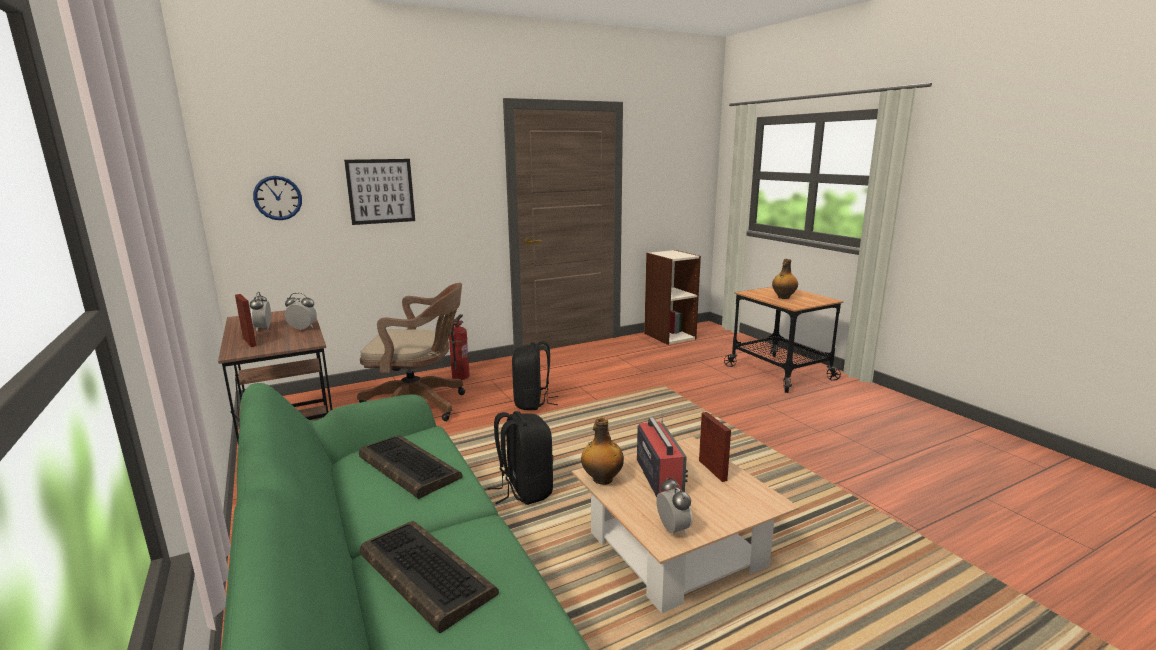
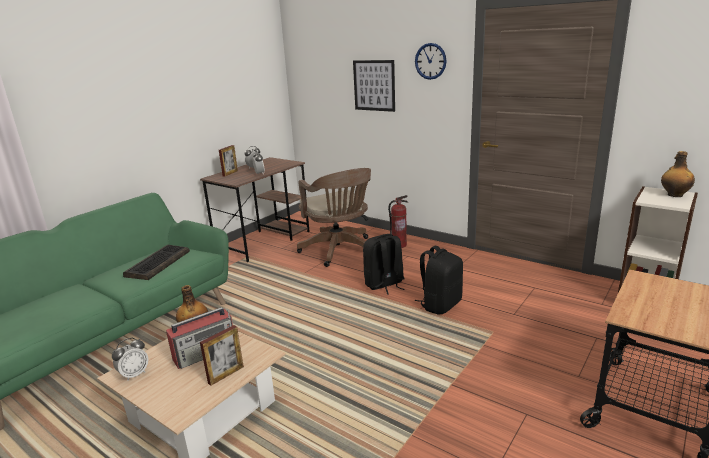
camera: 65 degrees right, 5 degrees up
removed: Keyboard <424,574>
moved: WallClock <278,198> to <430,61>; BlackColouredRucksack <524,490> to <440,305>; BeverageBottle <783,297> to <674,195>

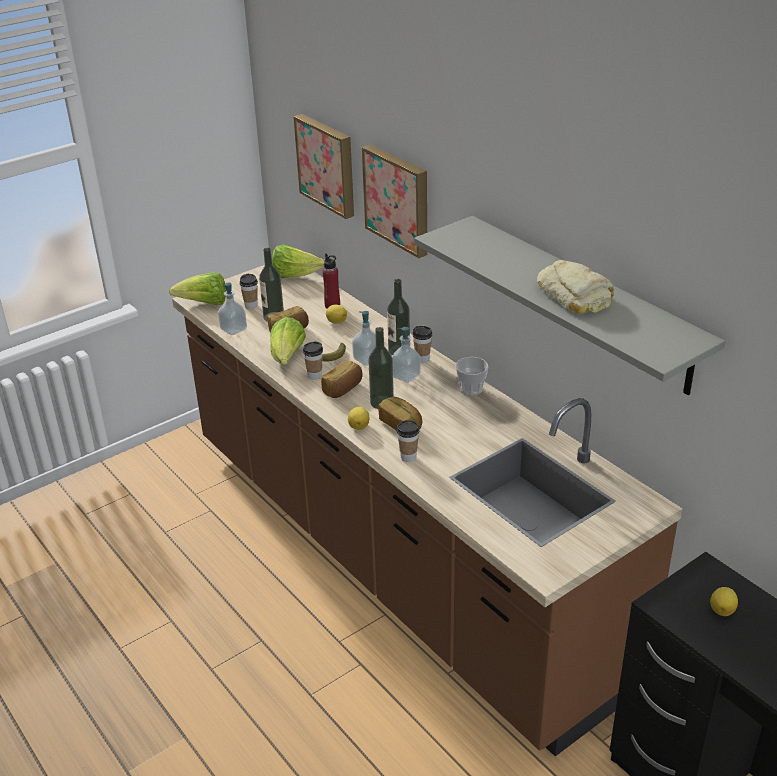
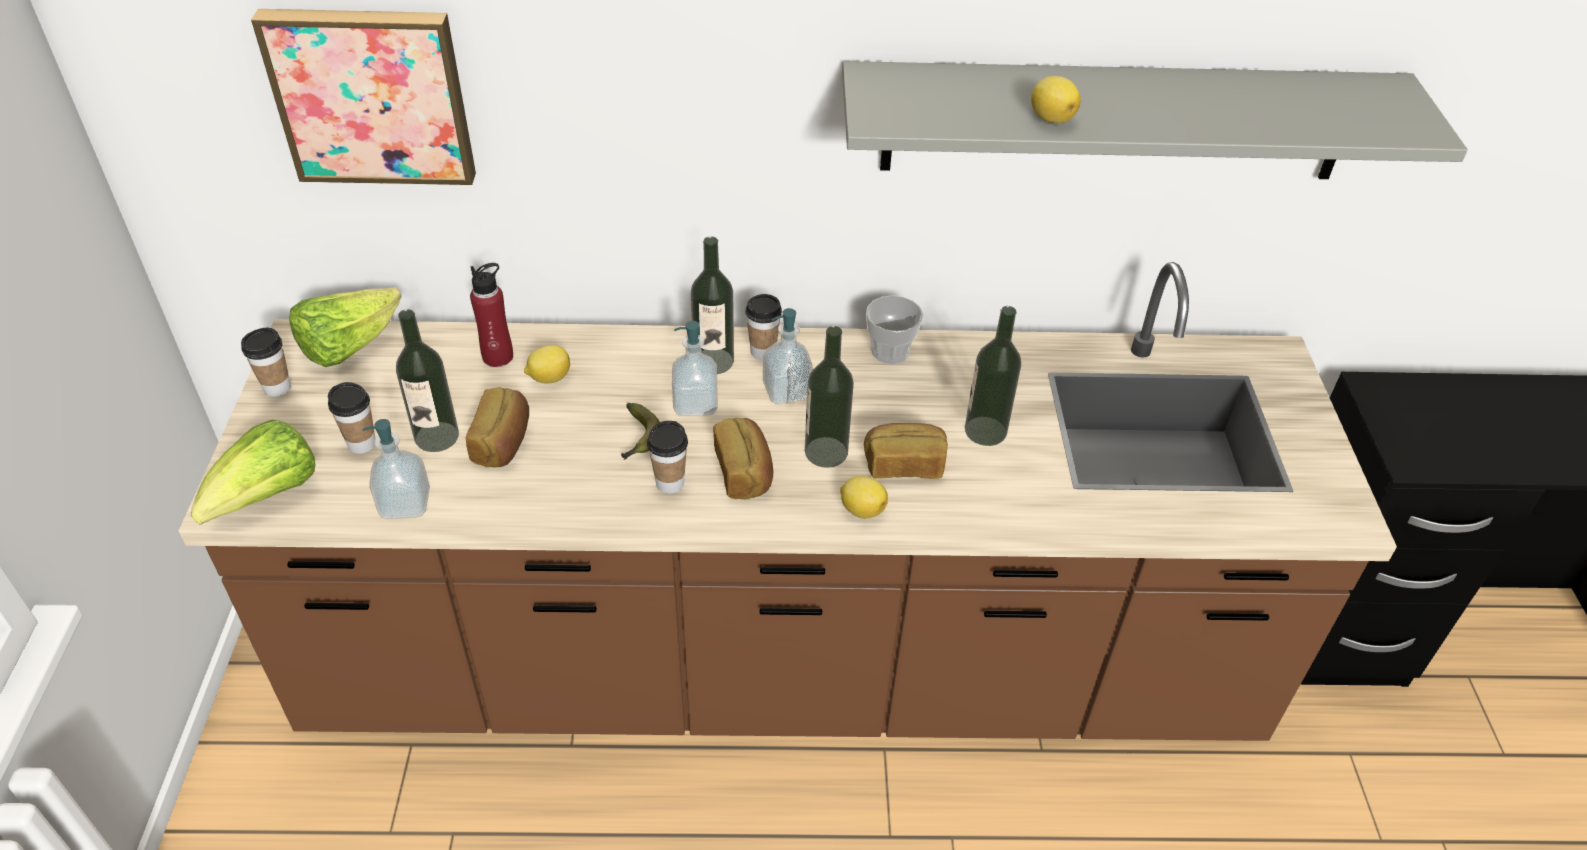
camera: 55 degrees left, 10 degrees up
removed: LettuceHead <287,357>; Picture <398,199>; Bread <575,295>
added: BeverageBottle <985,431>
moved: SmallCup <408,457> to <277,388>; CitrusFruit <722,610> to <1050,118>

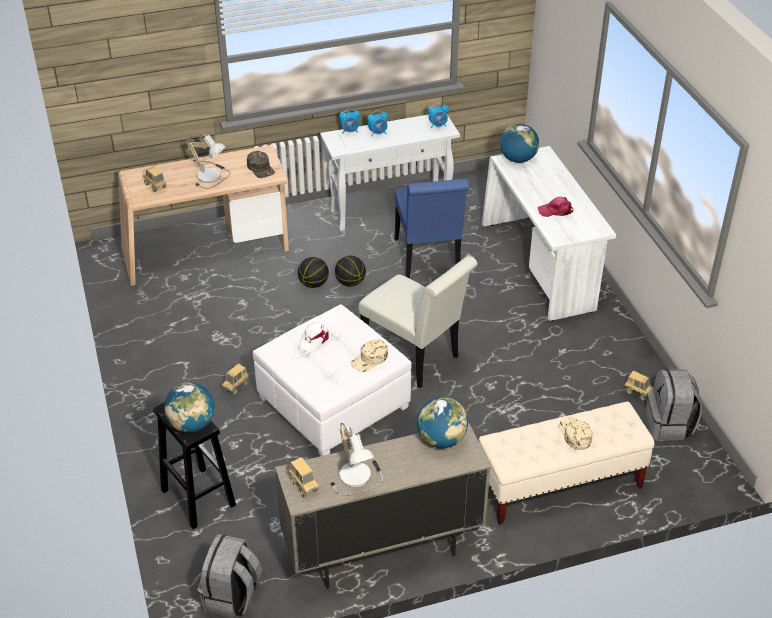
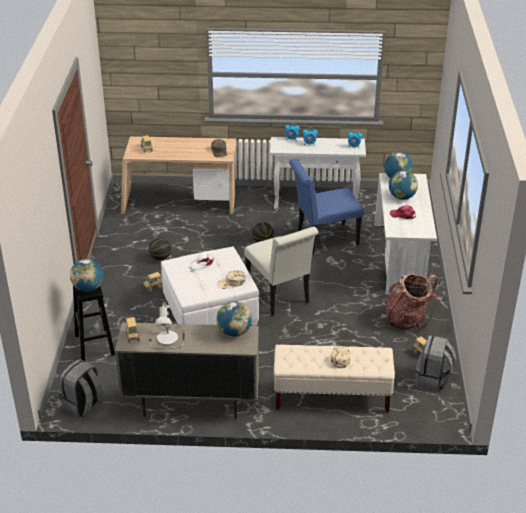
camera: 20 degrees right, 5 degrees down
removed: TableLamp <211,175>
added: Rucksack <407,319>; WorldGlobe <402,197>
moved: BallForBasketball <313,284> to <160,258>
turned: BluePlainChair <428,261> = <323,240> 60 degrees clockwise

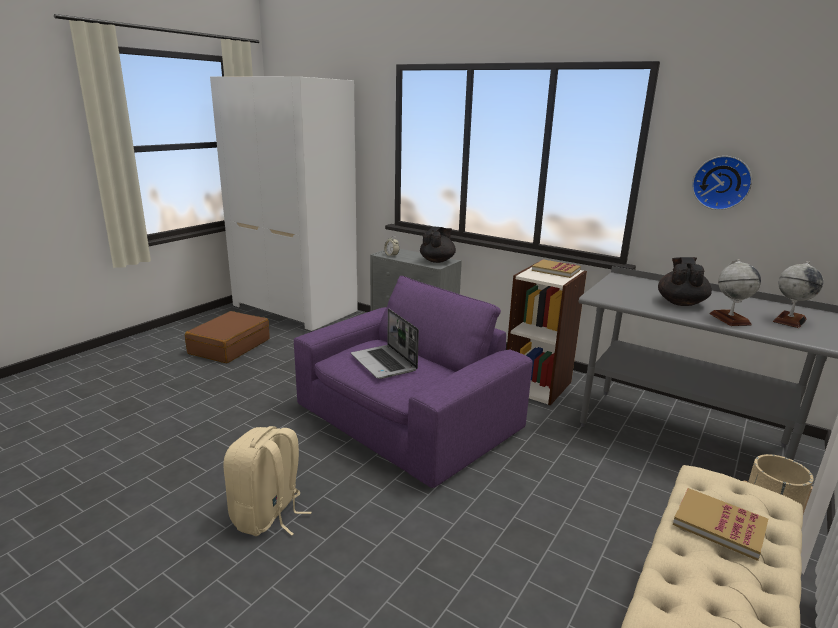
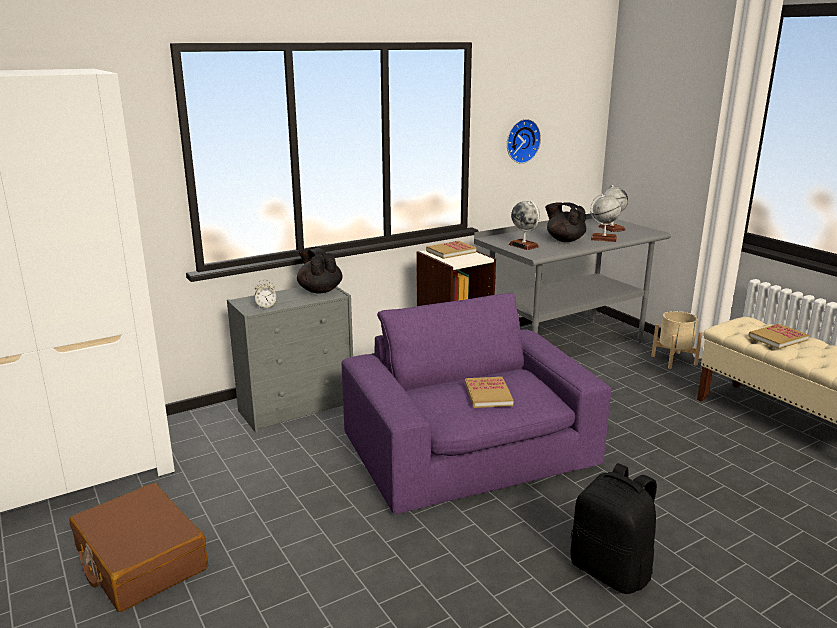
camera: 65 degrees left, 0 degrees up
added: WorldGlobe <524,245>
replaced: PortableComputer <384,363> to Book <488,394>
recoloured: BeigeRucksack <268,515> to BlackColouredRucksack <611,571>

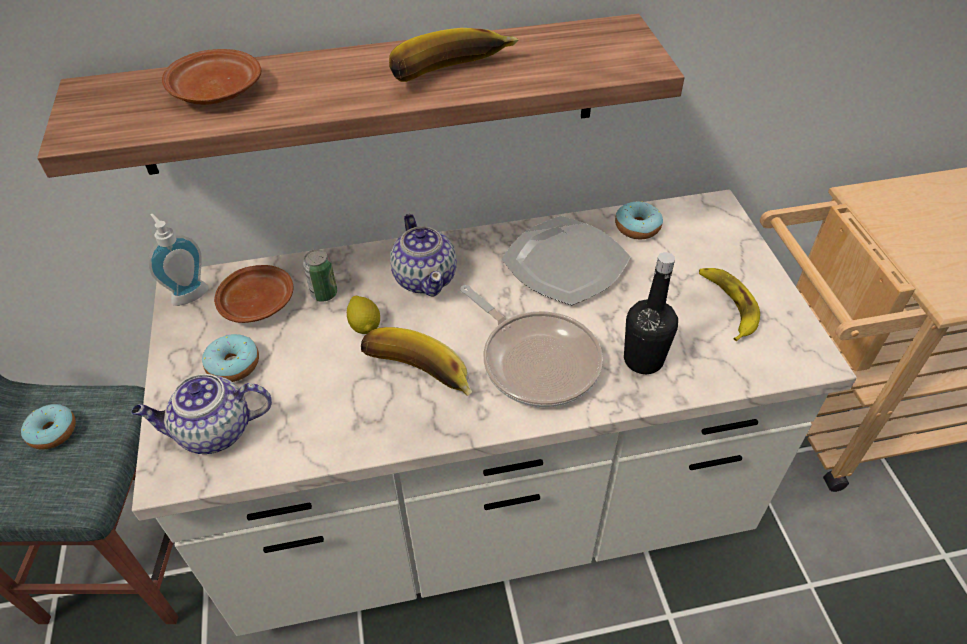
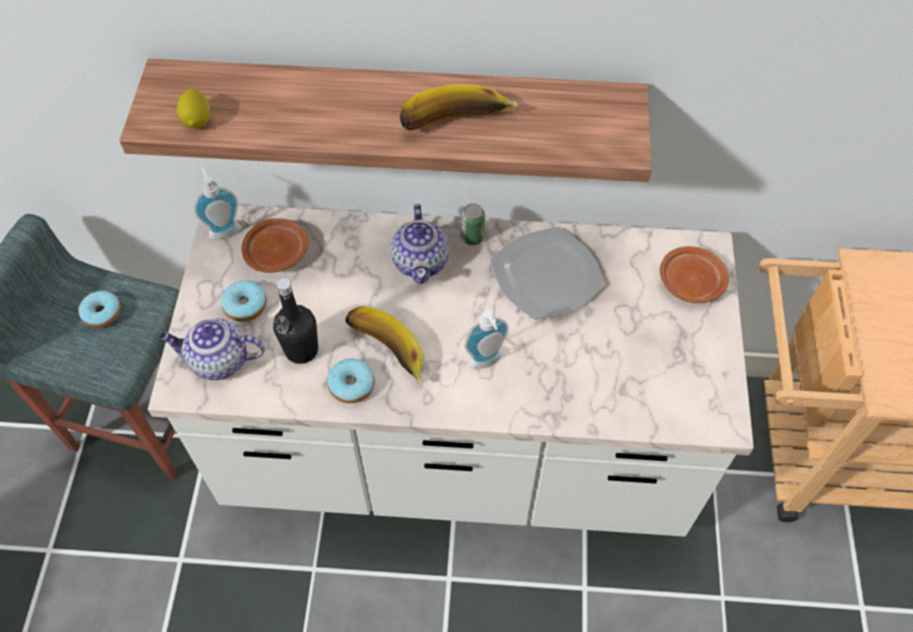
camera: 15 degrees right, 10 degrees up
removed: Banana <727,305>
moved: BrownishDinnerPlate <215,91> to <690,281>; Can <324,294> to <472,237>; CitrusFruit <365,325> to <197,120>; RingDoughnut <637,227> to <352,385>; BlackColouredBeverageBottle <643,360> to <301,350>
replaced: Skillet <536,360> to LiquidSoapBottle <487,363>

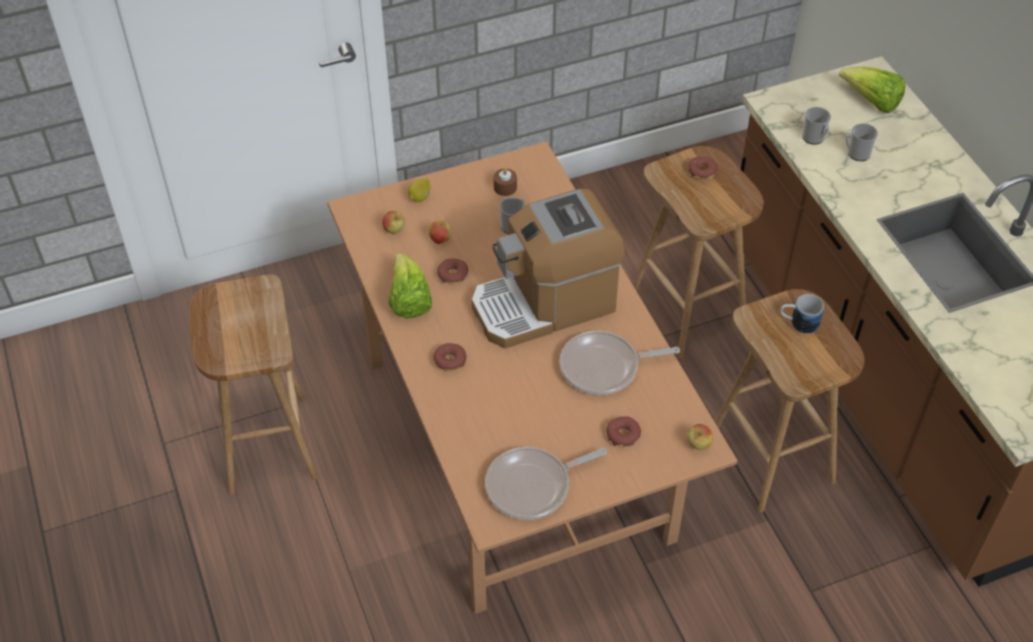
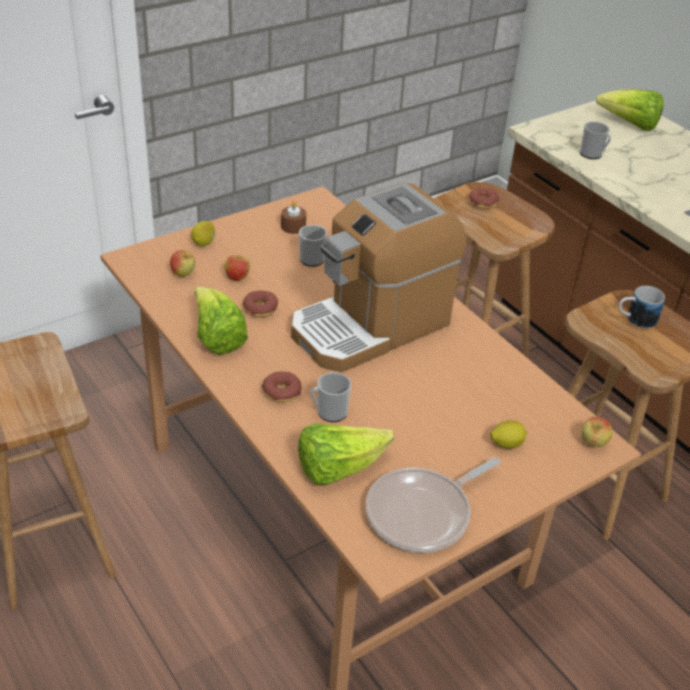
camera: 15 degrees left, 10 degrees down
removed: Skillet <604,367>
added: LettuceHead <338,468>
moved: CoffeeMug <856,153> to <329,412>
replaced: RingDoughnut <623,435> to CitrusFruit <506,444>

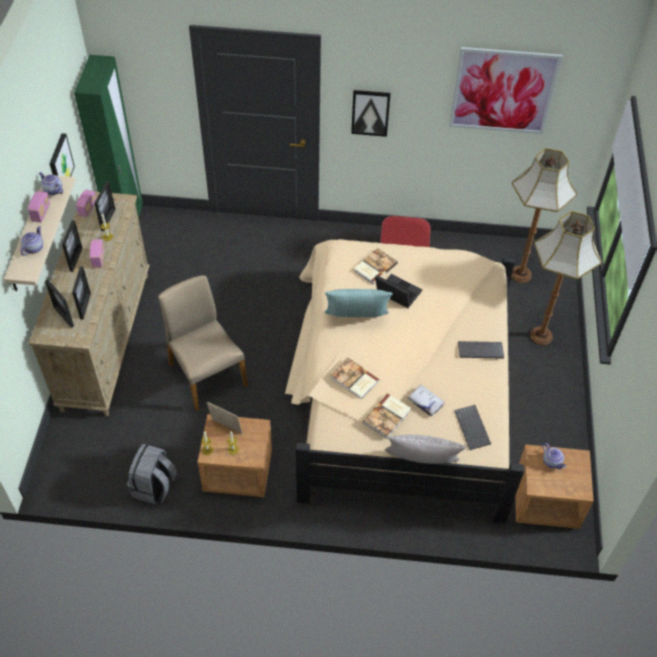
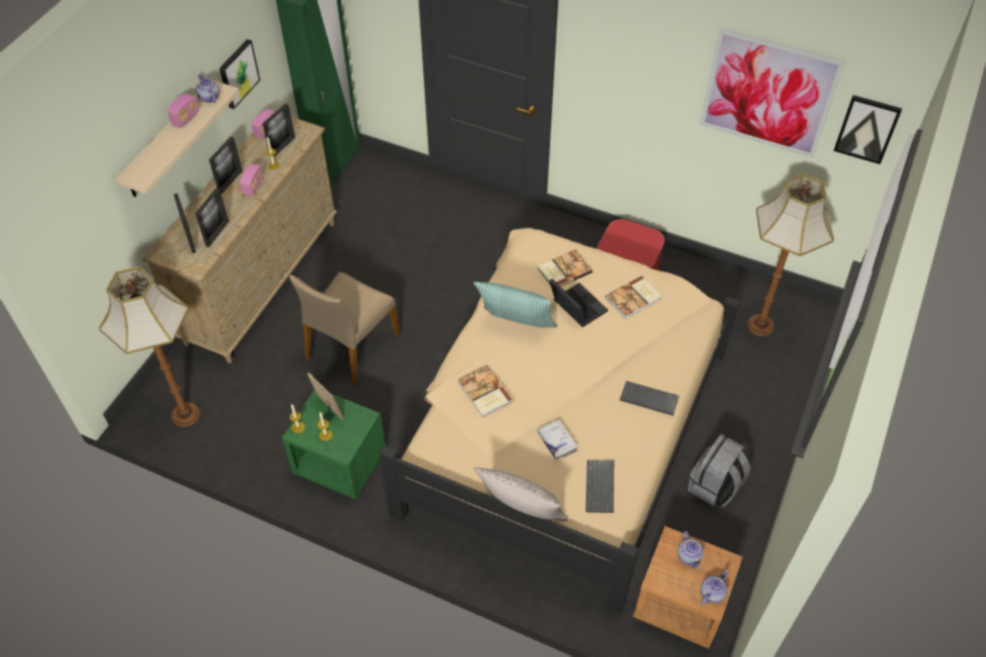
camera: 20 degrees right, 0 degrees up
moved: TeaPot <33,248> to <712,593>; GreyRucksack <154,487> to <714,486>; Picture <370,112> to <867,128>; Book <388,416> to <634,298>; FloorLamp <540,335> to <185,414>
recoloured: BrownishNightTable <237,472> to GreenNightTable <339,463>
turned: BeigePlainChair <206,374> = <351,346> 135 degrees counterclockwise

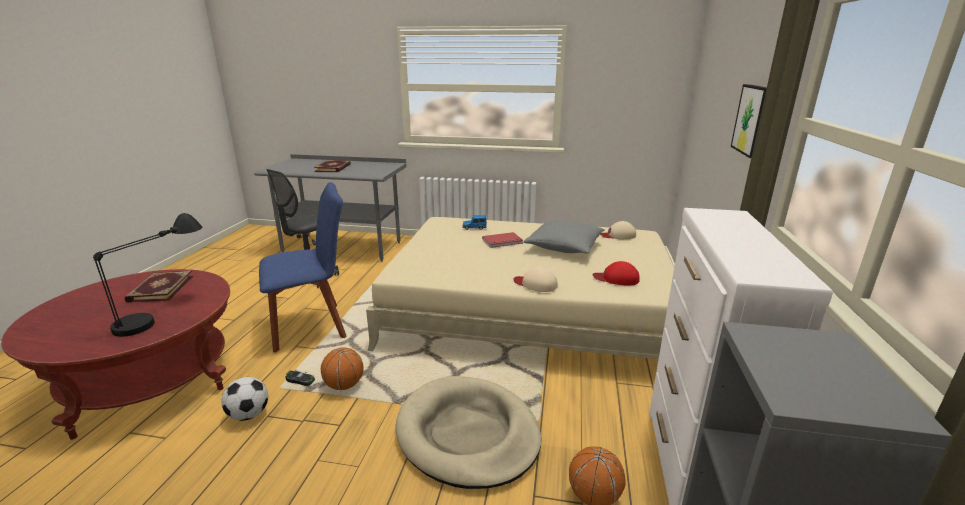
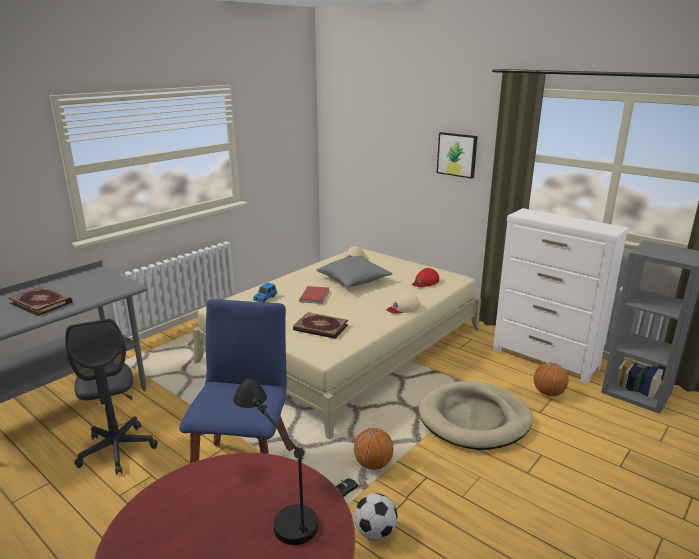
camera: 60 degrees left, 0 degrees up
moved: Book <160,289> to <320,328>

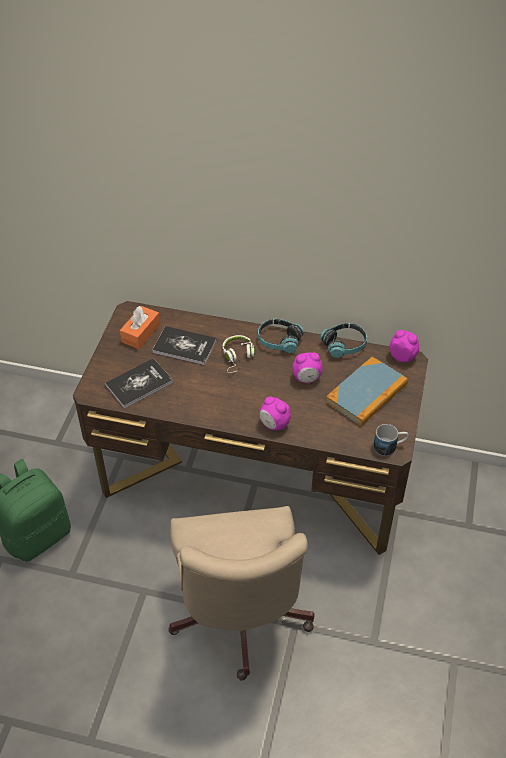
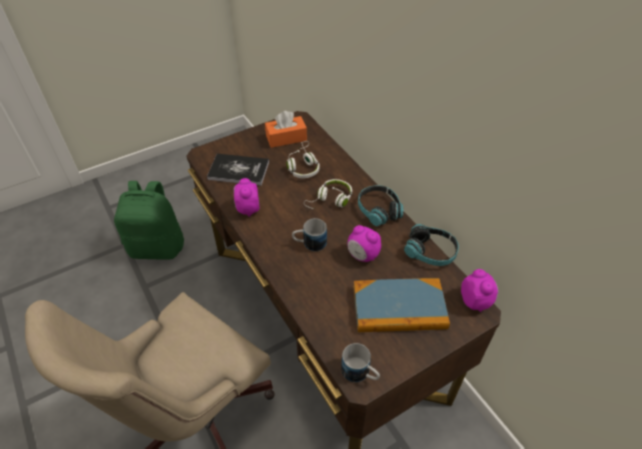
camera: 45 degrees right, 0 degrees up
added: CoffeeMug <309,243>
moved: AlarmClock <274,425> to <248,209>
replaced: Book <184,346> to WhitishPairOfHeadphones <303,166>

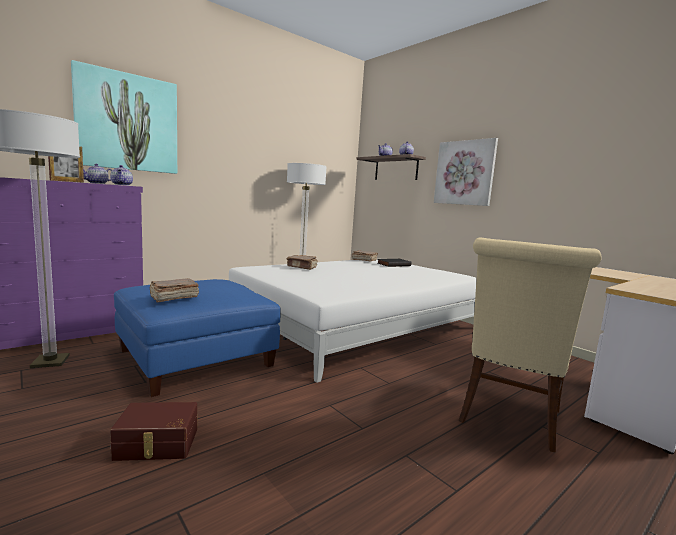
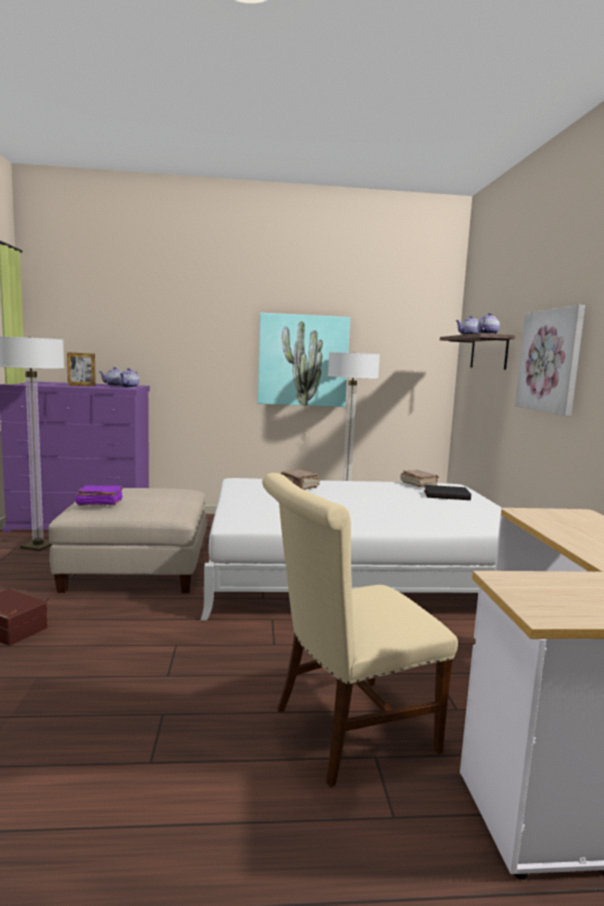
camera: 35 degrees right, 0 degrees up
moved: Picture <128,122> to <303,360>
recoloured: BlueFootrest <196,358> to BeigeFootrest <137,568>; BrownishBook <173,298> to PurplishBook <99,503>

